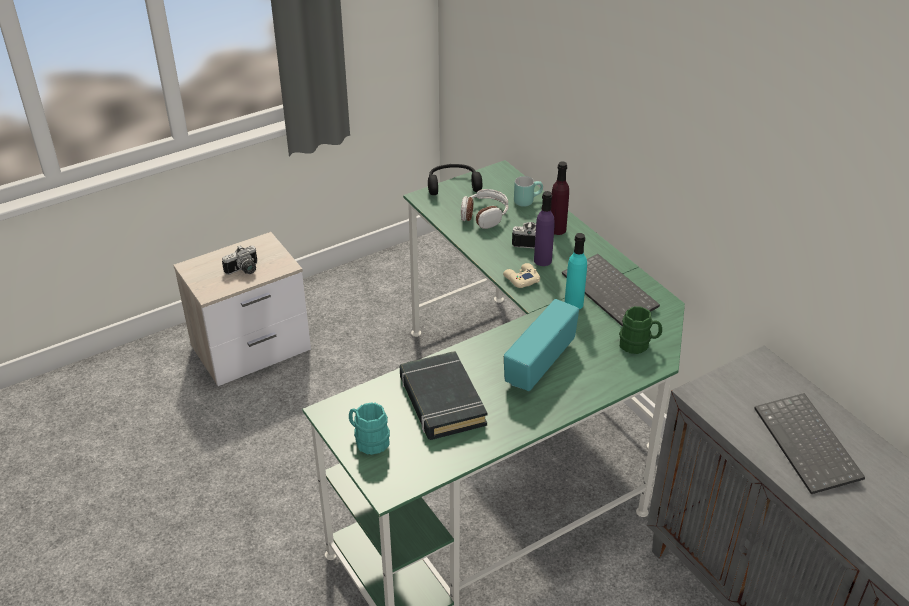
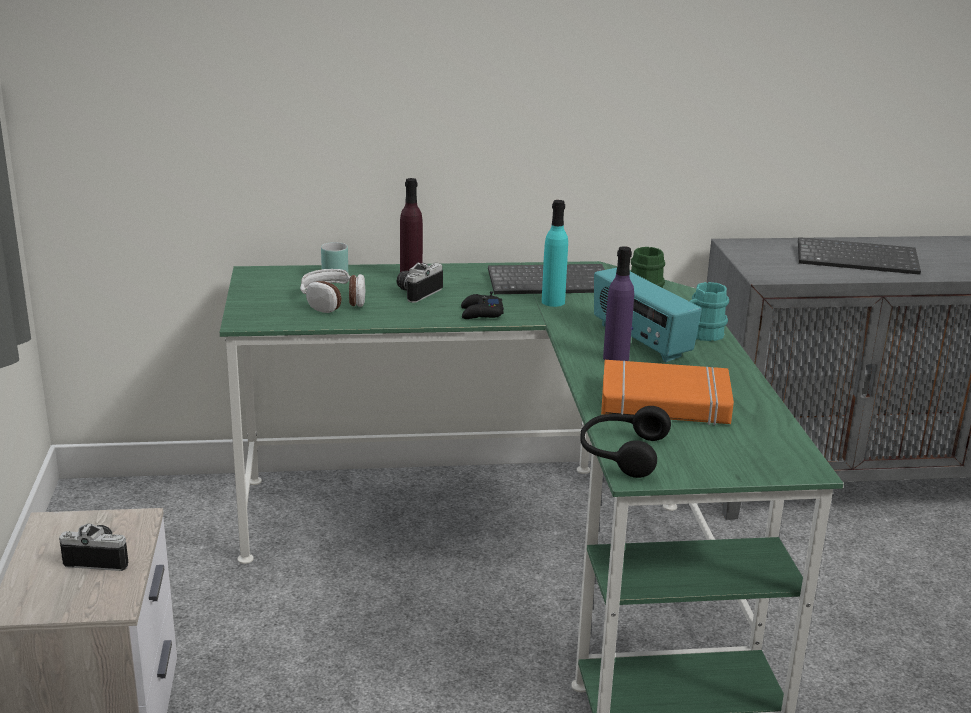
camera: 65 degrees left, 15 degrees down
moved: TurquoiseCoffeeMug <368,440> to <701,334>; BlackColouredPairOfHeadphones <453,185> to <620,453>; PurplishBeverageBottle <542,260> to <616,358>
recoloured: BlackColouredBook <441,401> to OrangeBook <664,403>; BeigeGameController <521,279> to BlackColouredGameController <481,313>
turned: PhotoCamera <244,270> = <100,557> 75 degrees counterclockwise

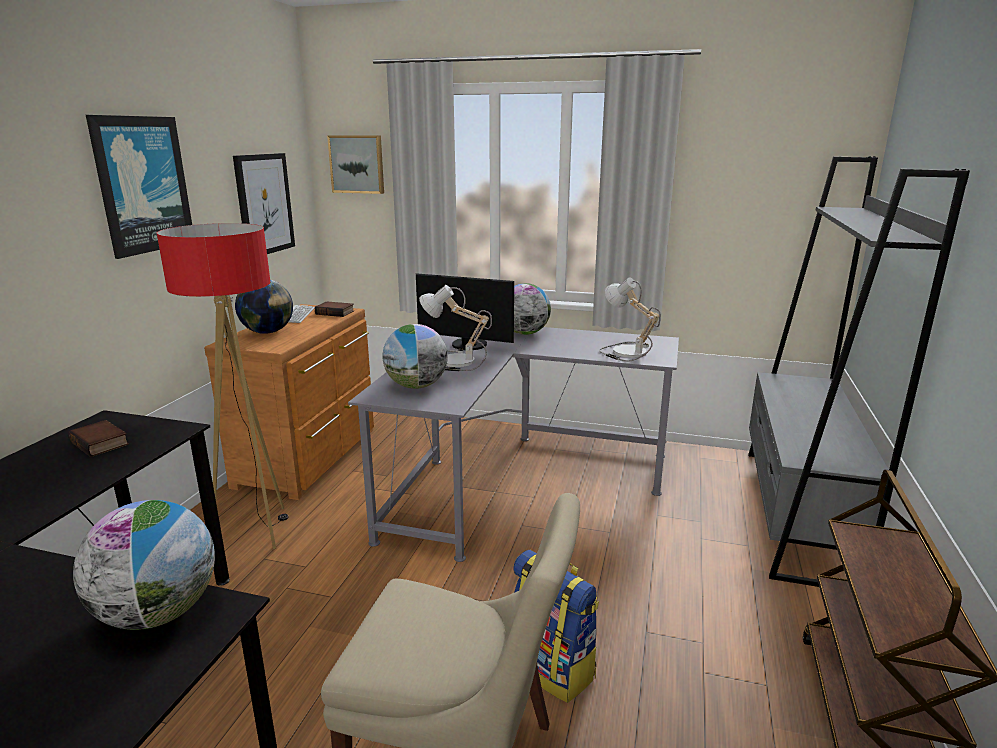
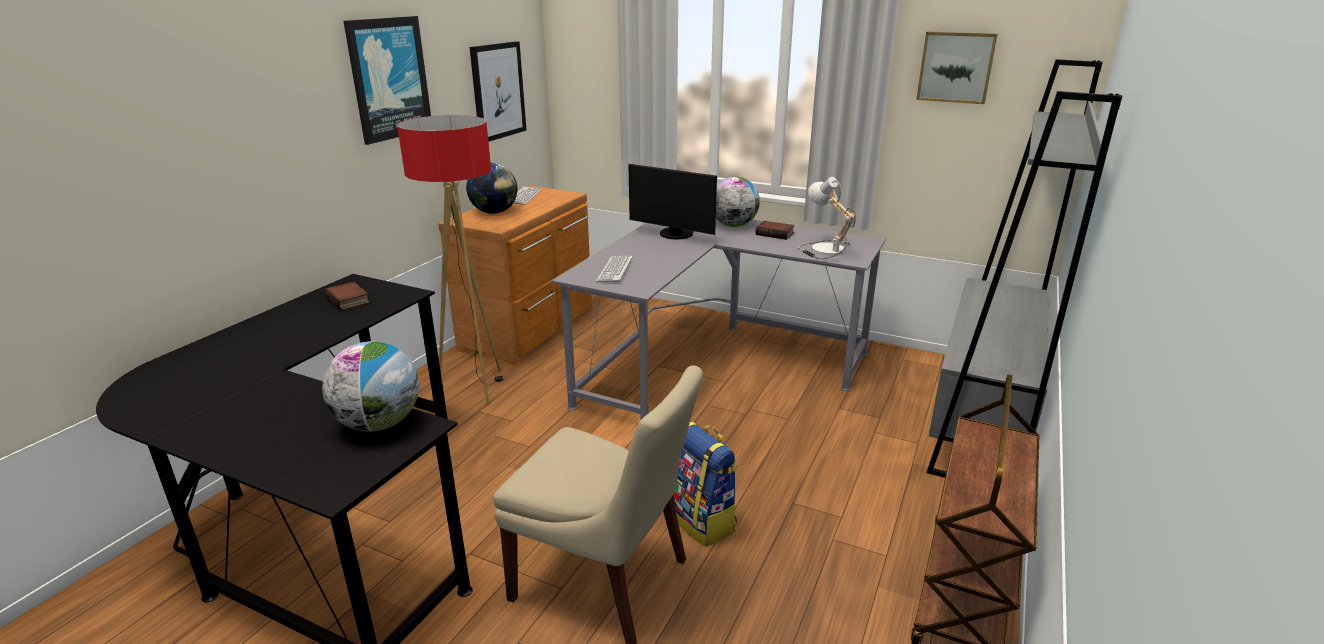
camera: 10 degrees right, 5 degrees up
removed: TableLamp <454,362>
moved: Book <336,312> to <775,233>; Picture <357,164> to <956,67>
replaced: WorldGlobe <416,386> to Keyboard <614,270>

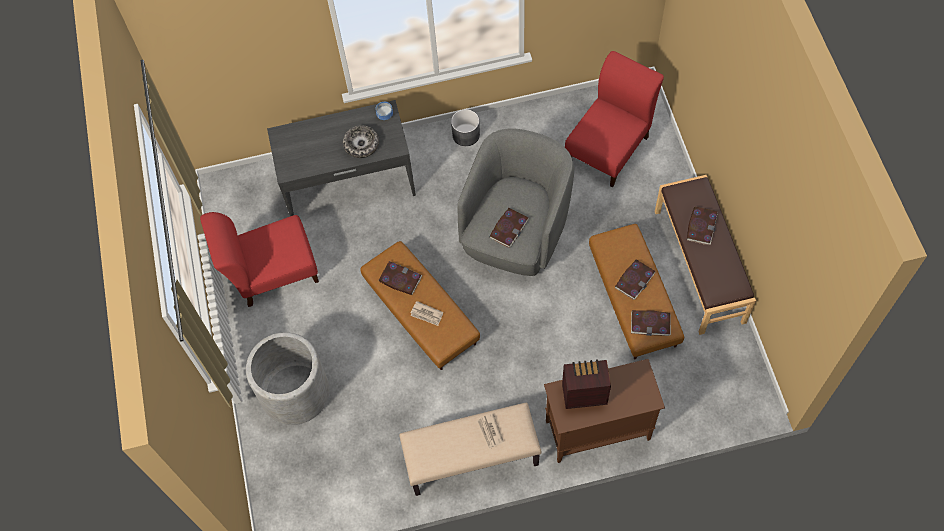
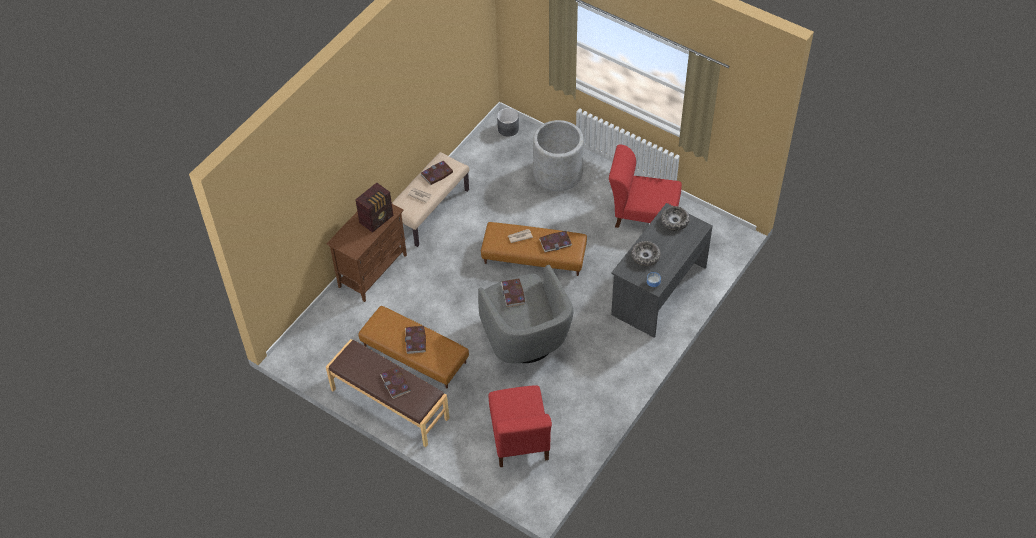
camera: 135 degrees right, 10 degrees down
added: Bowl <674,221>
moved: GreyPlantPot <466,134> to <508,129>; Book <650,323> to <436,174>
turned: RedPlainChair <272,272> = <643,214> 105 degrees counterclockwise

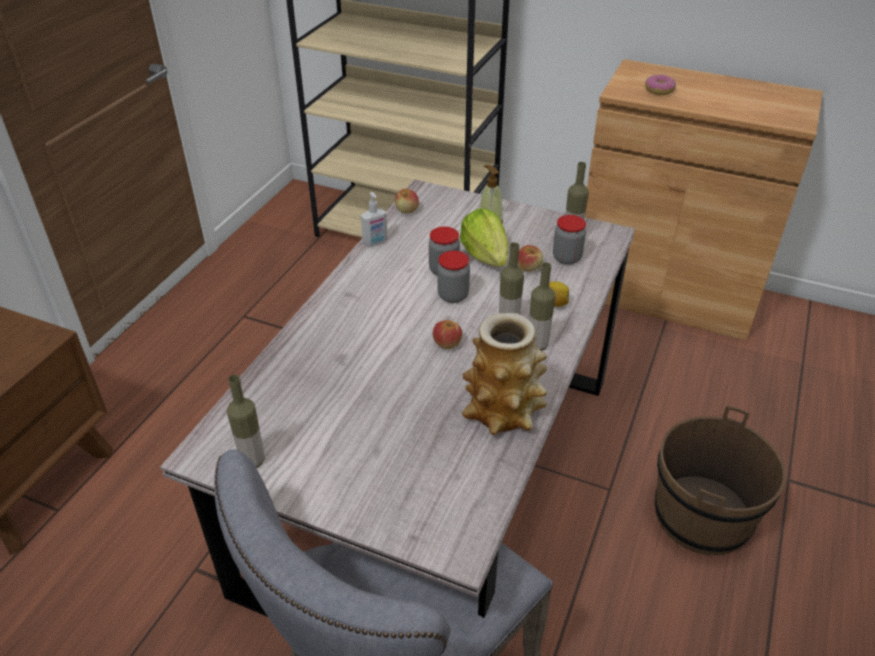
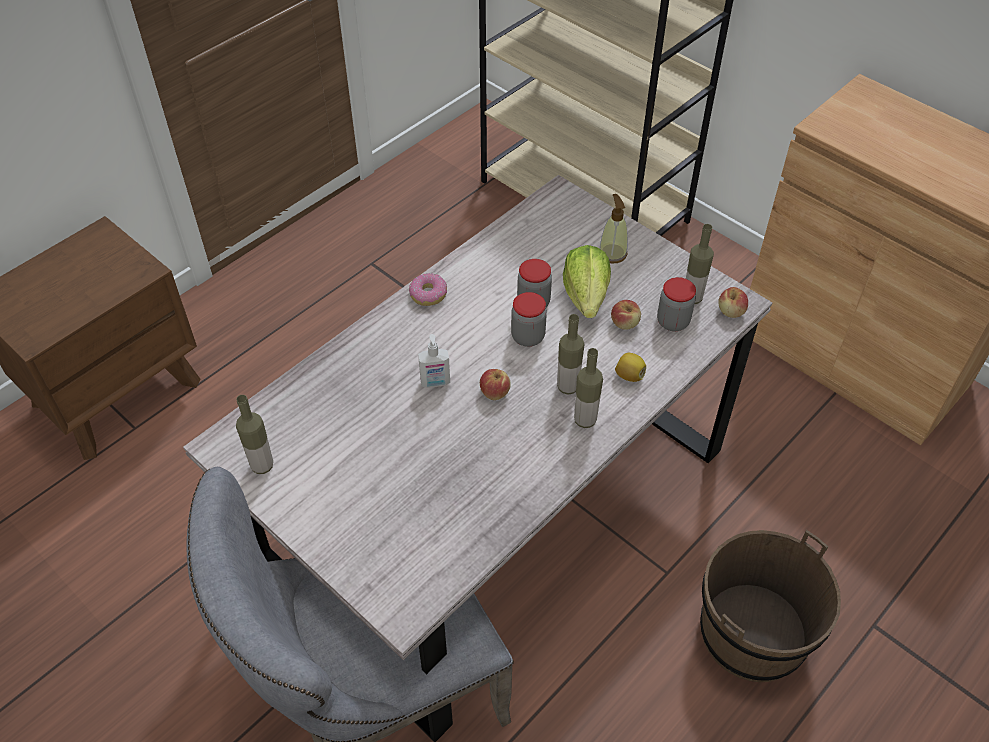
camera: 20 degrees right, 10 degrees up
removed: FlowerVase <503,411>
moved: LiquidSoapBottle <375,242> to <435,382>; AppleFruit <407,210> to <731,311>; RingDoughnut <659,90> to <428,294>

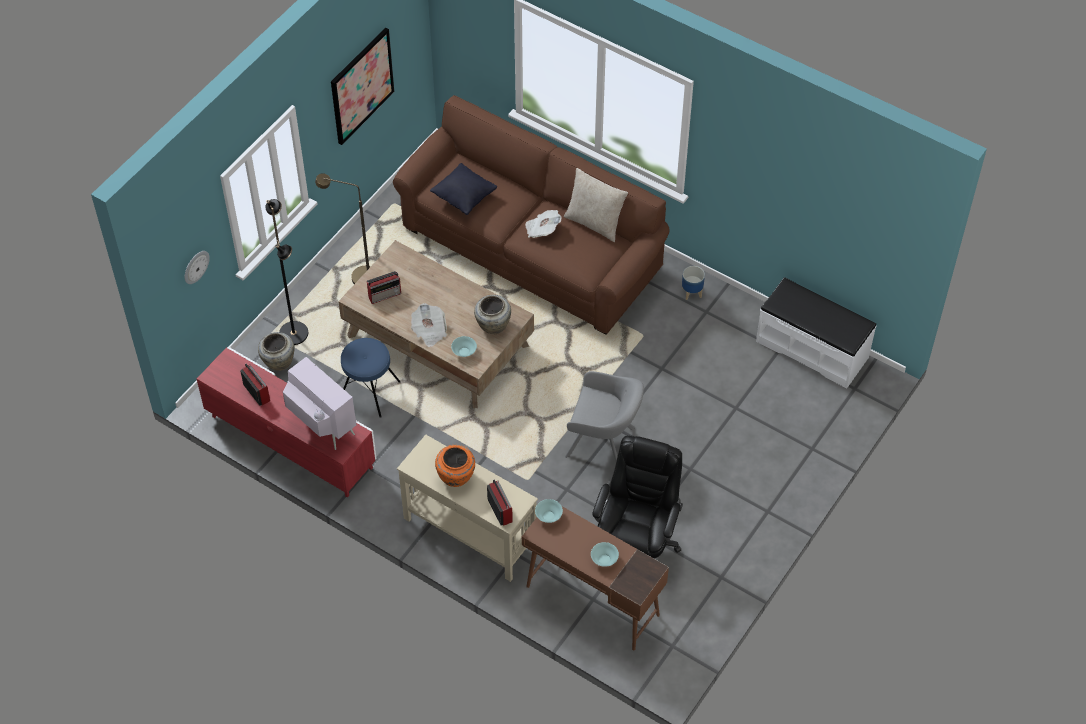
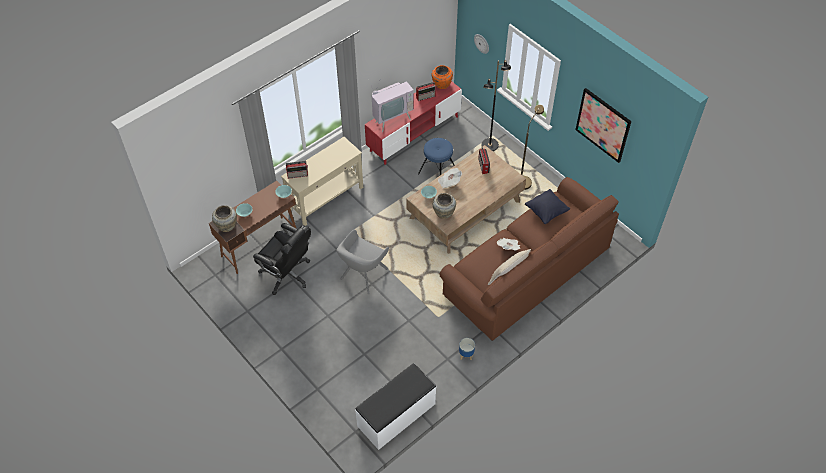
camera: 105 degrees right, 0 degrees up
moved: BeigeFlowerVase <278,362> to <227,226>; OrangeFlowerVase <456,478> to <441,85>

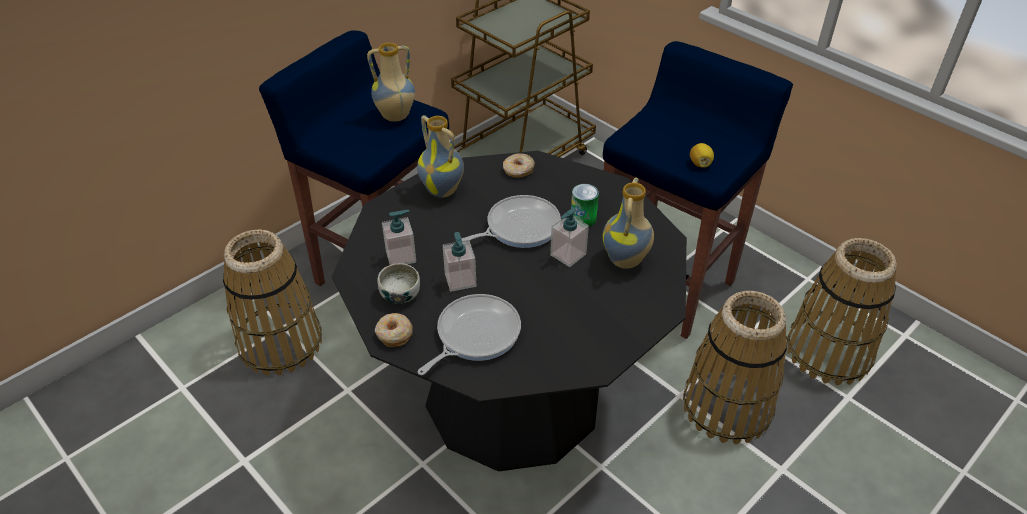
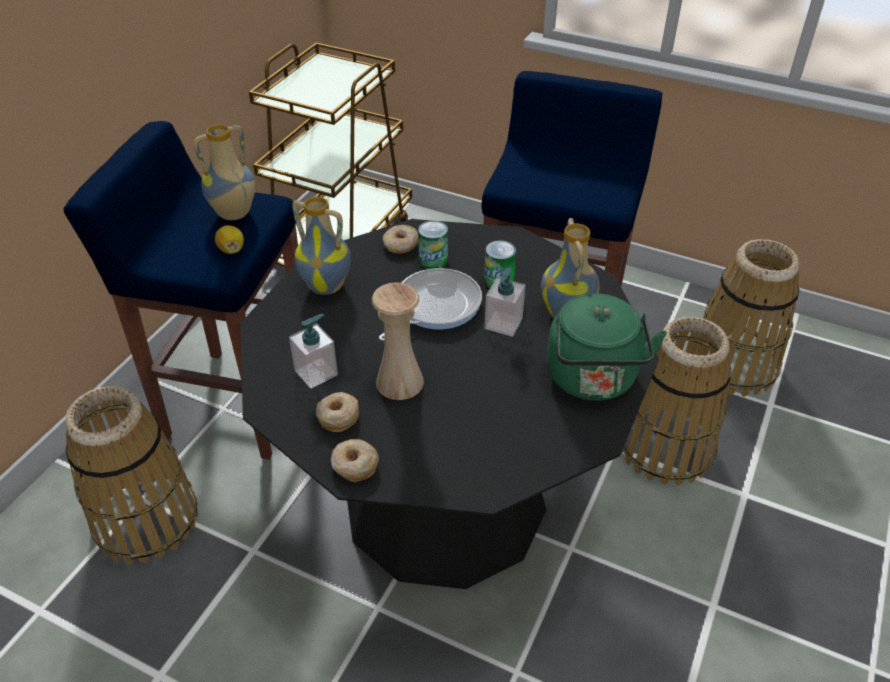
camera: 20 degrees left, 0 degrees up
removed: Skillet <474,335>
added: Can <433,260>; GreenWaterKettle <593,380>
moved: CitrusFruit <700,164> to <231,250>
replaced: Bowl <400,294> to RingDoughnut <338,417>; LiquidSoapBottle <460,280> to BeigeFlowerVase <399,382>

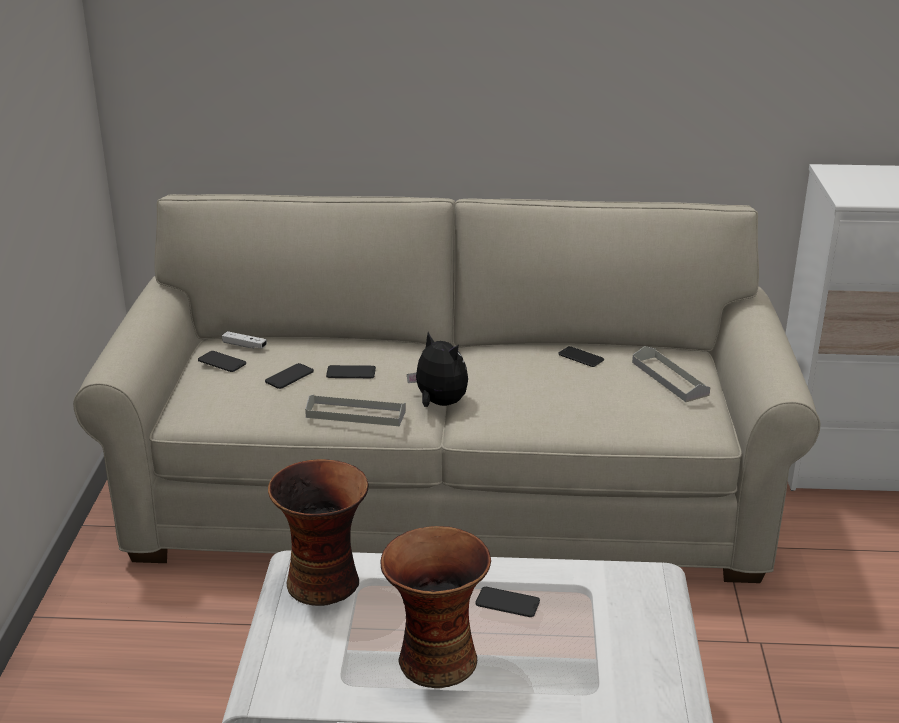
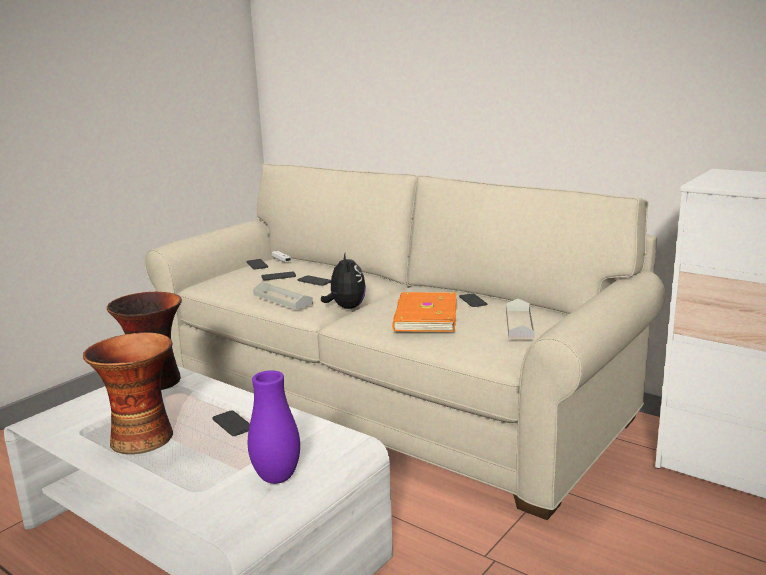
camera: 35 degrees right, 10 degrees down
added: PurplishFlowerVase <277,478>; OrangeBook <424,316>

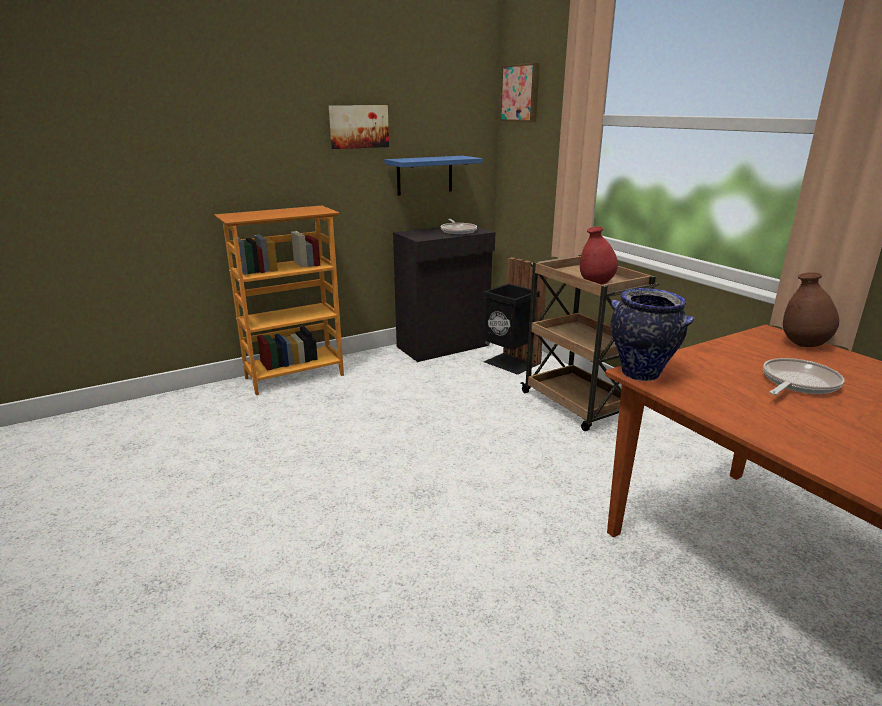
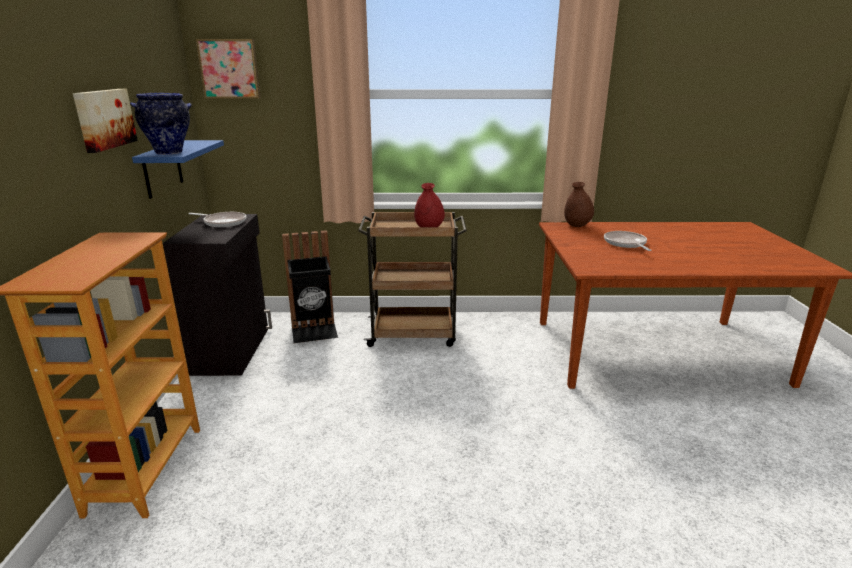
camera: 60 degrees left, 0 degrees up
moved: FlowerVase <641,374> to <170,152>

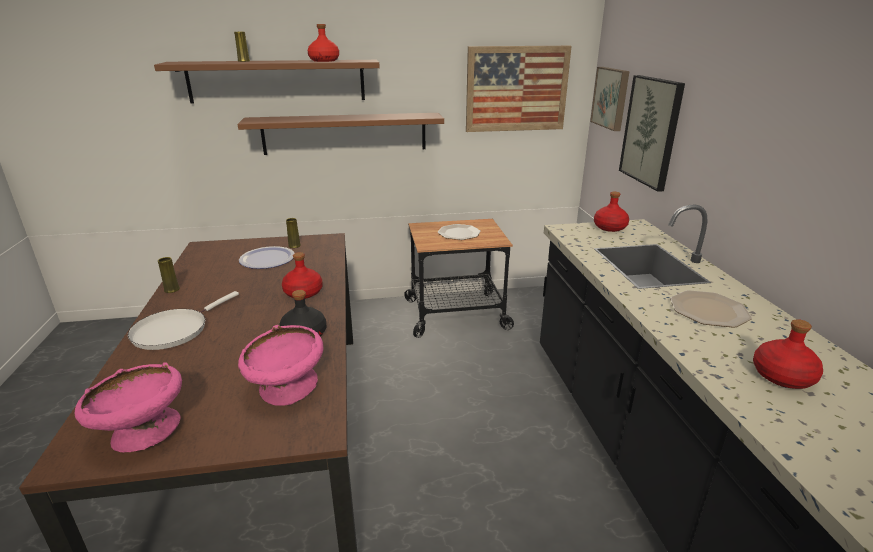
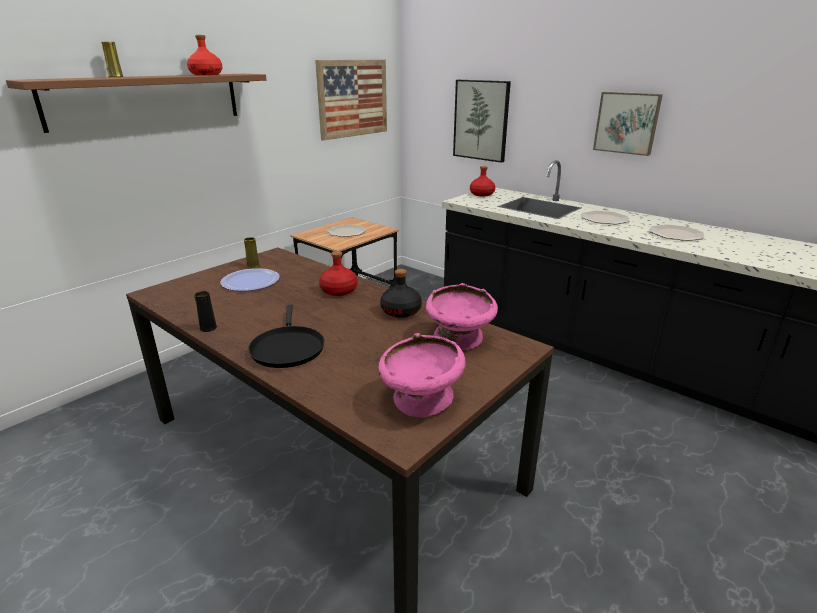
camera: 40 degrees left, 0 degrees up
removed: BrownishShelf <345,133>
moved: Picture <611,98> to <627,123>
replaced: RedBeverageBottle <783,376> to DinnerPlate <676,234>
recoloured: WhitishSkillet <174,330> to BlackColouredSkillet <287,348>; YellowishFlowerVase <172,289> to BlackColouredFlowerVase <208,328>

